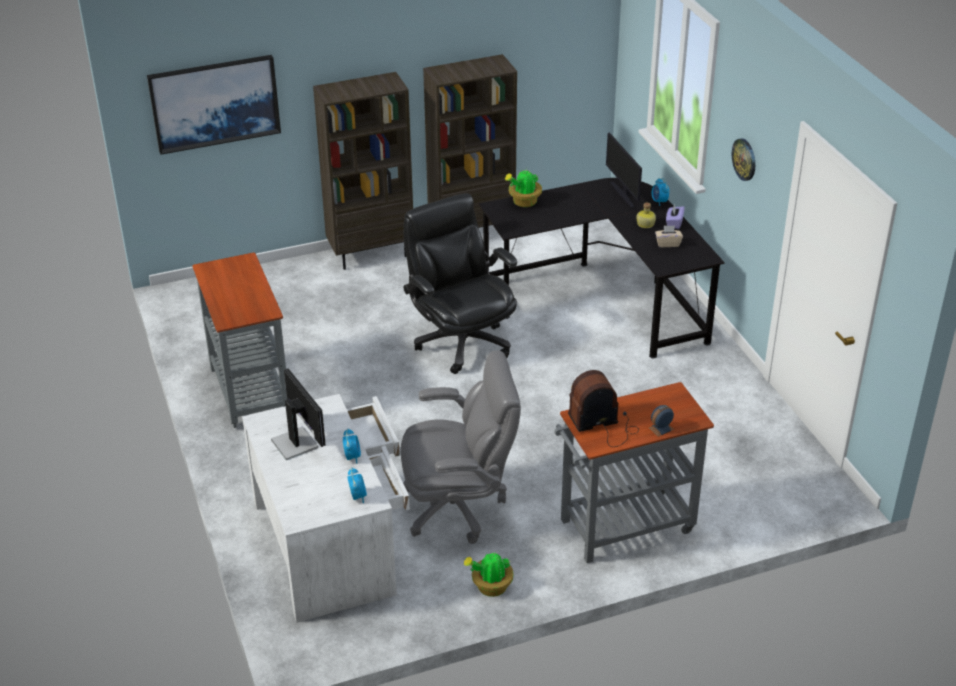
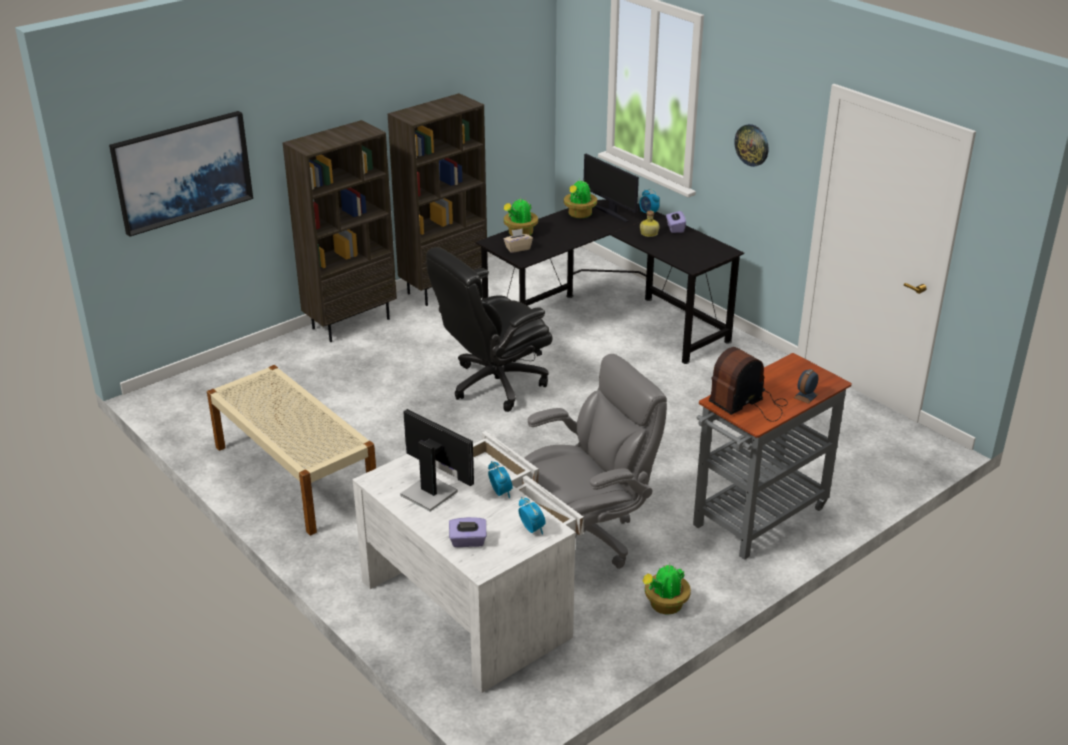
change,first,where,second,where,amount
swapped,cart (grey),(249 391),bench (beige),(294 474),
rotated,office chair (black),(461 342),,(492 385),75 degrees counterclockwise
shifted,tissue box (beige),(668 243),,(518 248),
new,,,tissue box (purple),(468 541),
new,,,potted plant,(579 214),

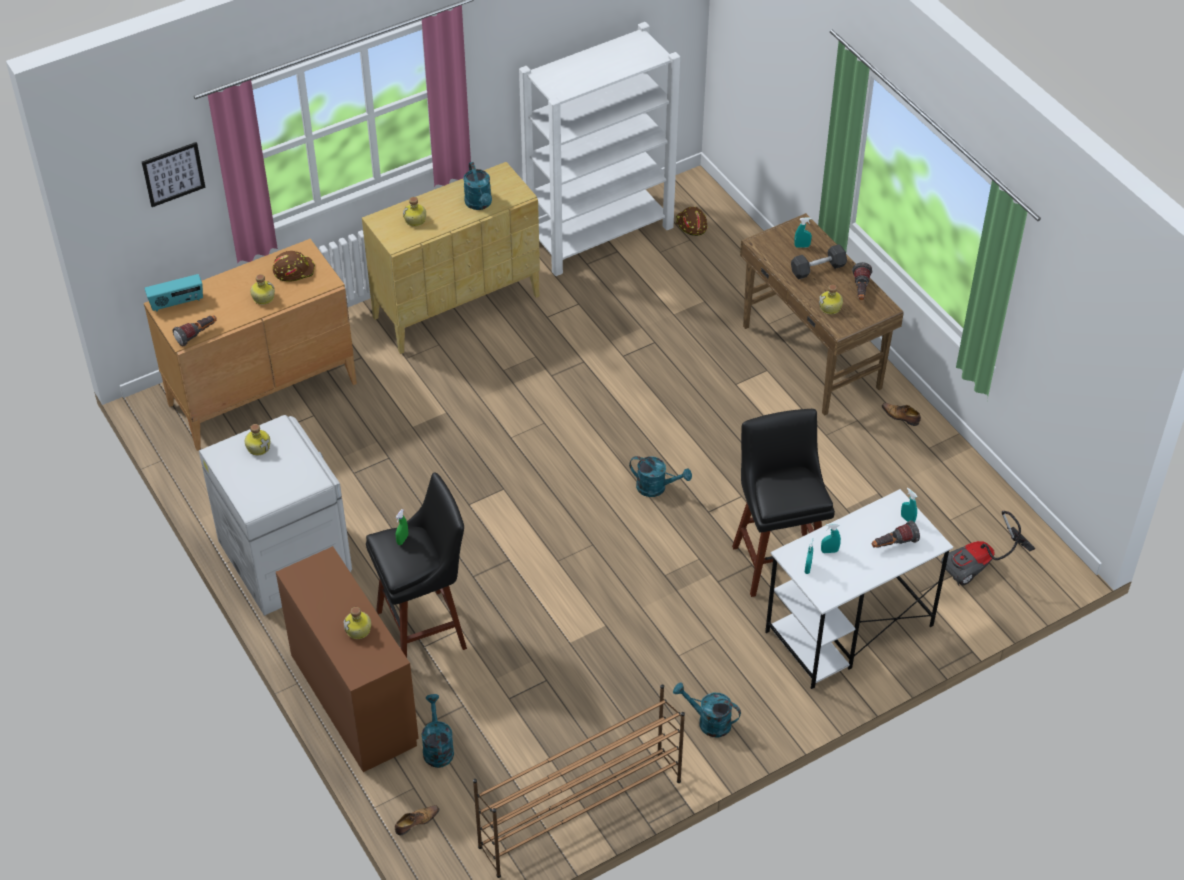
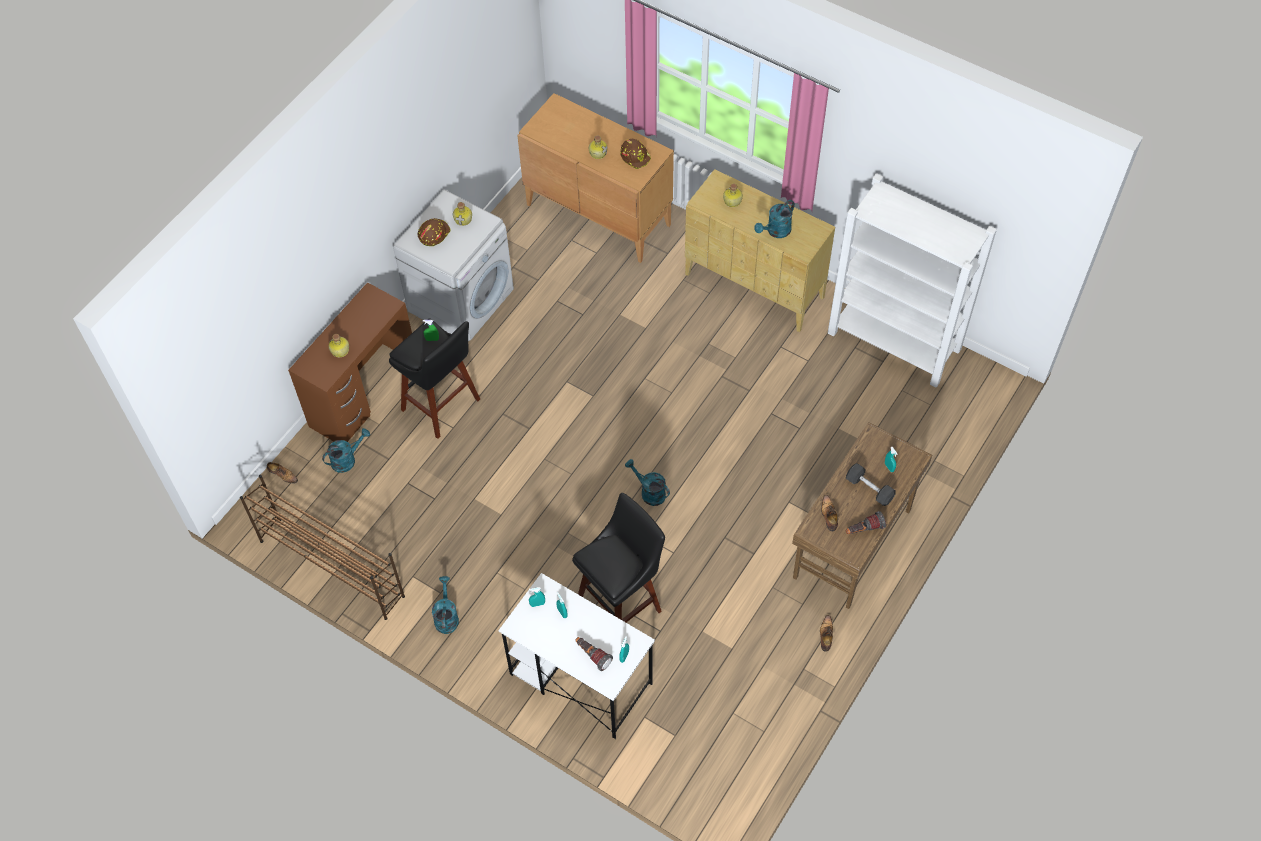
change,first,where,second,where,amount
gone,picture,(173 174),,,
gone,radio,(177 303),,,
gone,flashlight,(197 335),,,
rotated,watering can (turquoise),(656 488),,(649 492),135 degrees clockwise
shifted,hard hat (brown),(691 225),,(433 234),
swapped,bottle,(830 308),shoe,(829 515),
gone,vacuum cleaner,(982 565),,,

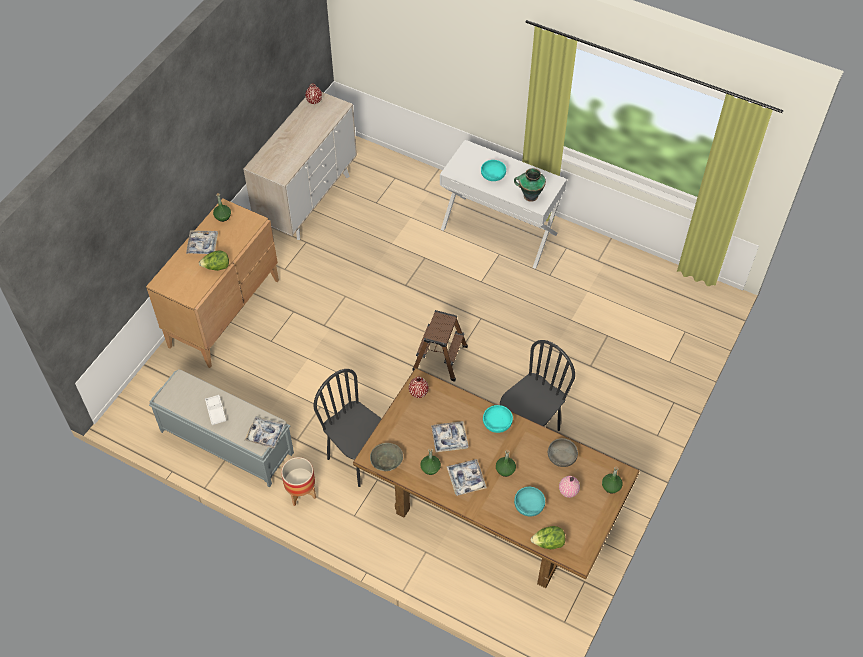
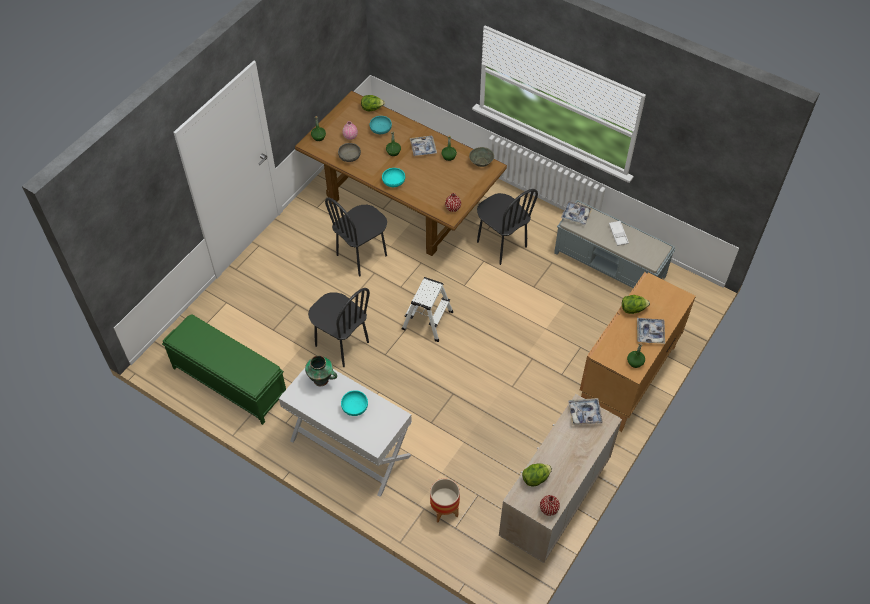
change,first,where,second,where,amount
shifted,planter,(301 492),,(444 509),
repainted,step ladder (brown),(440 358),step ladder (white),(427 320),
shifted,tray,(449 439),,(584 413),
new,,,bench (green),(229 381),
new,,,chair (black),(341 344),
new,,,lettuce,(535 478),

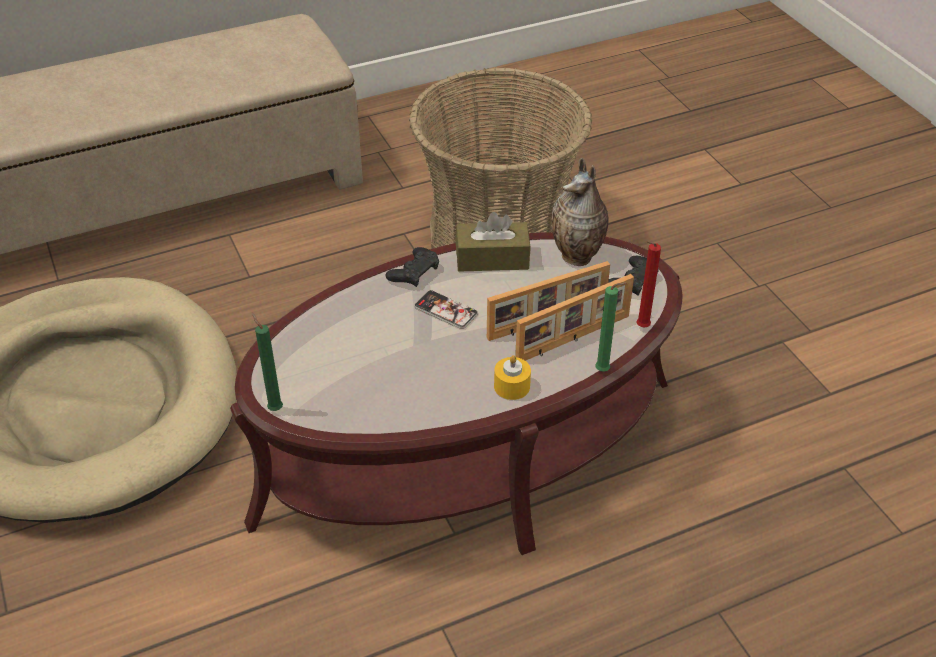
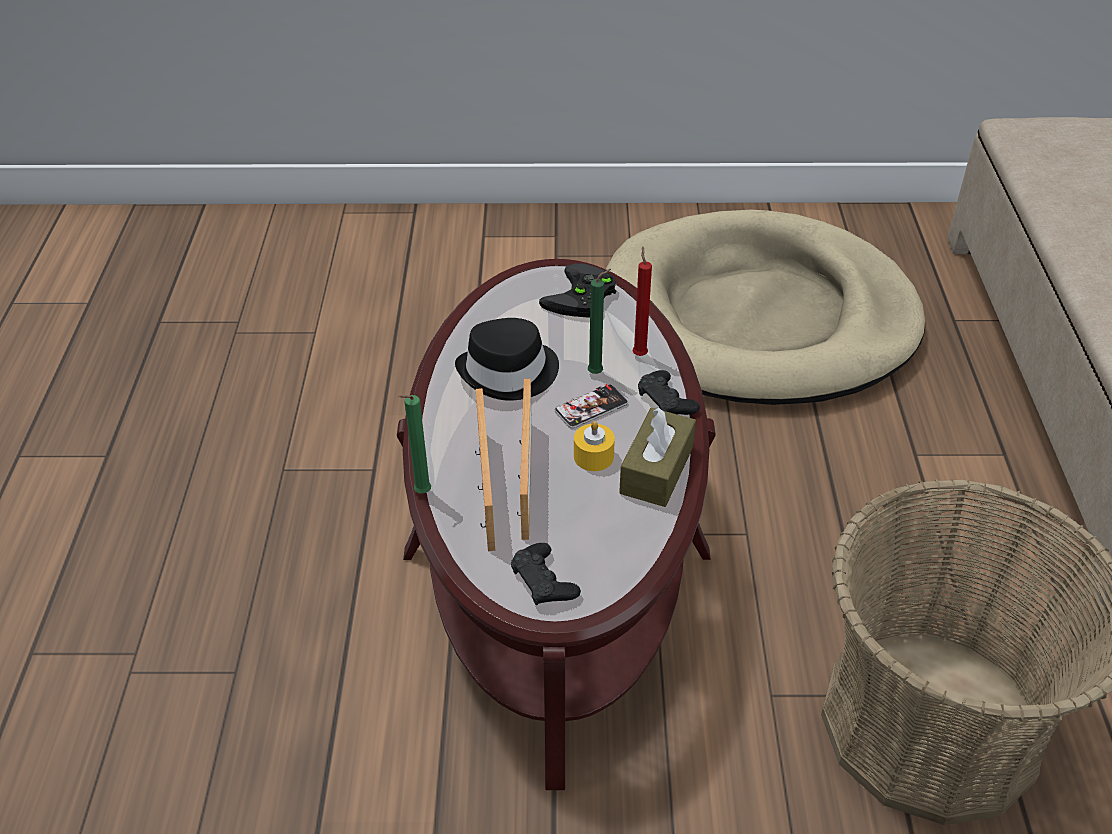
change,first,where,second,where,amount
shifted,candle (green),(274 408),,(597 373),
shifted,candle (yellow),(512 386),,(593 456),
gone,vase,(578 257),,,
shifted,candle (red),(640 327),,(639 354),
new,,,hat (black),(509 373),
new,,,game controller (black),(581 298),

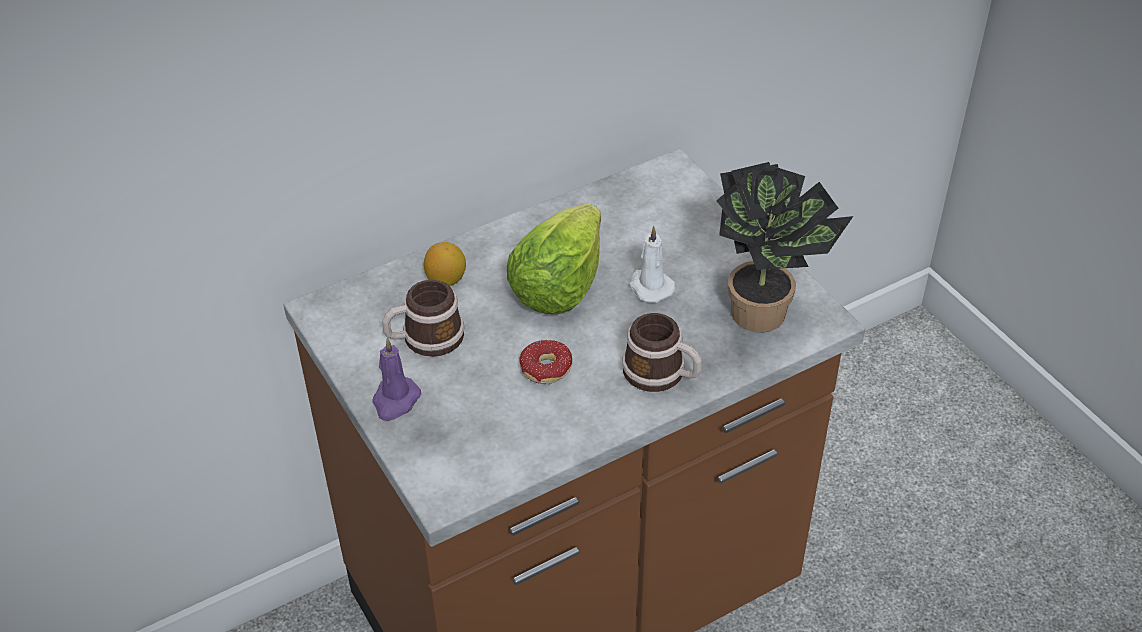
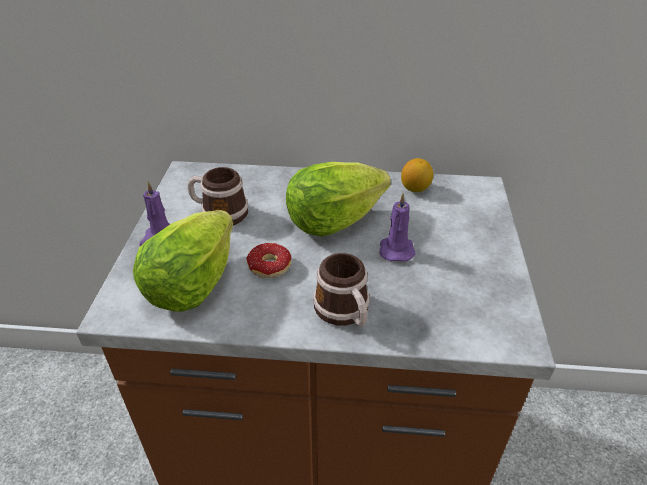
change,first,where,second,where,amount
shifted,lemon,(446 280),,(415 188),
repainted,candle (white),(649 286),candle (purple),(396 249),
gone,potted plant,(767 314),,,
new,,,lettuce,(192 284),

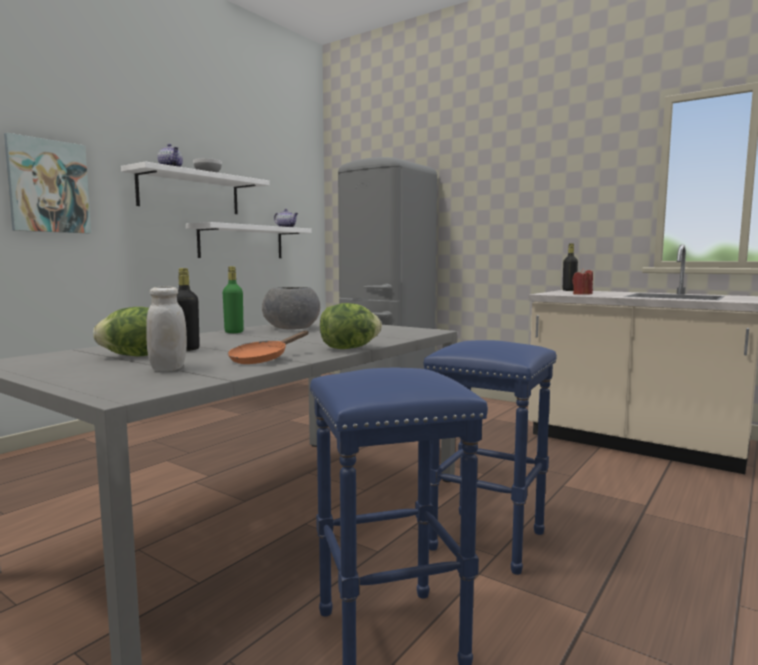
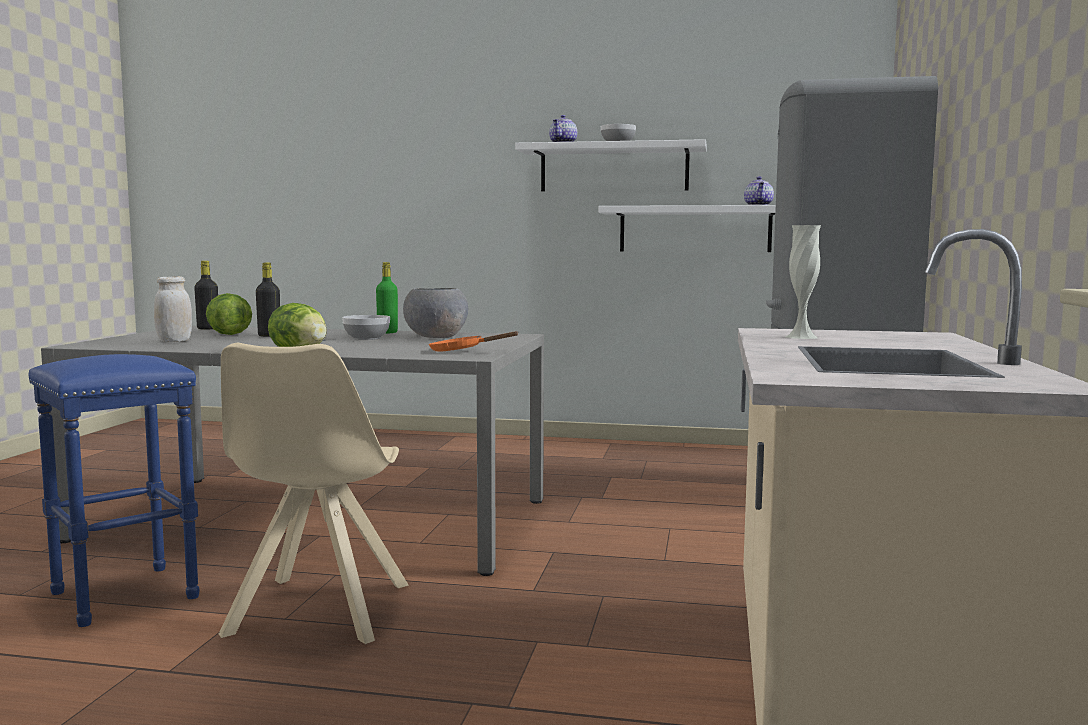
change,first,where,second,where,amount
gone,picture,(48 186),,,
shifted,frying pan (orange),(263 359),,(462 351),
swapped,stool (blue),(488 541),chair (beige),(317 612),
shifted,bottle (black),(569 290),,(208 328),
swapped,candle (red),(582 294),vase (white),(801 337),
new,,,bowl,(366 338),

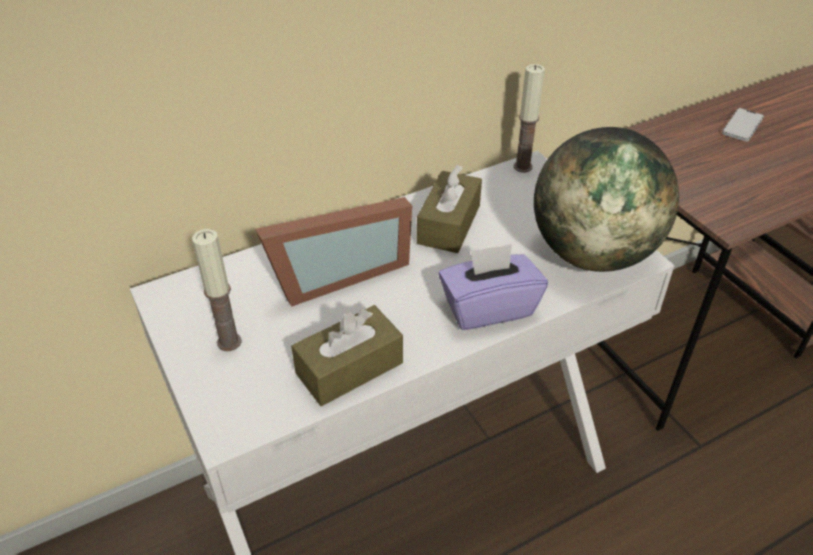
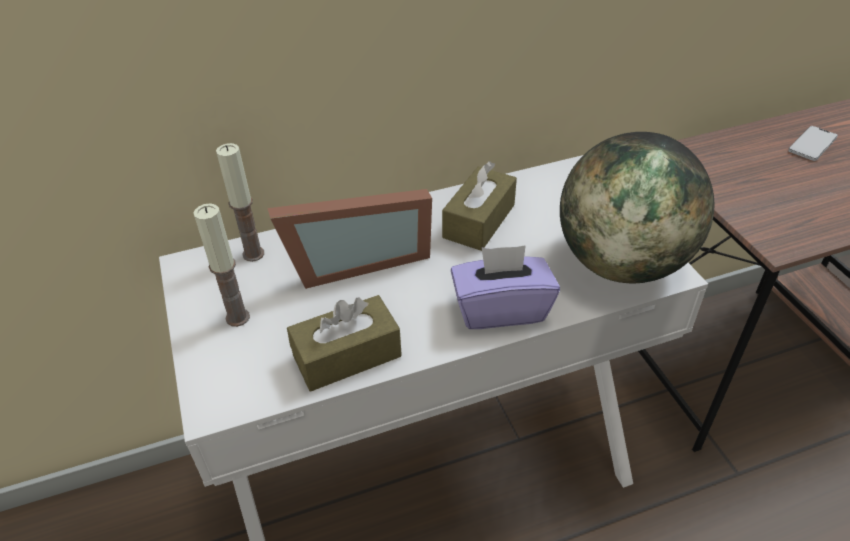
change,first,where,second,where,amount
shifted,candle,(522 167),,(253 254),

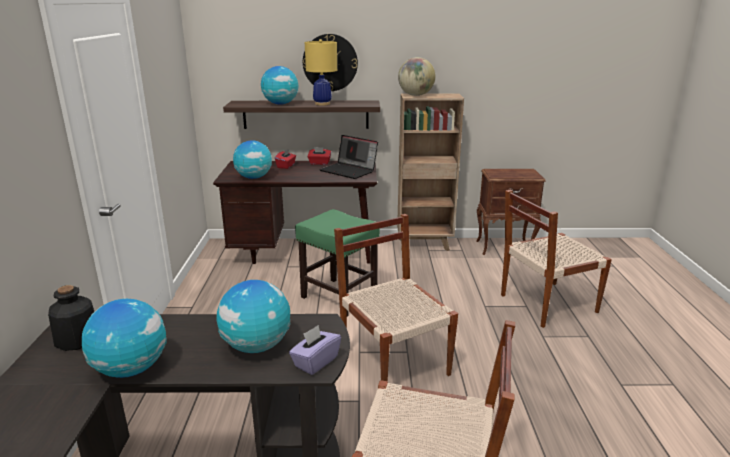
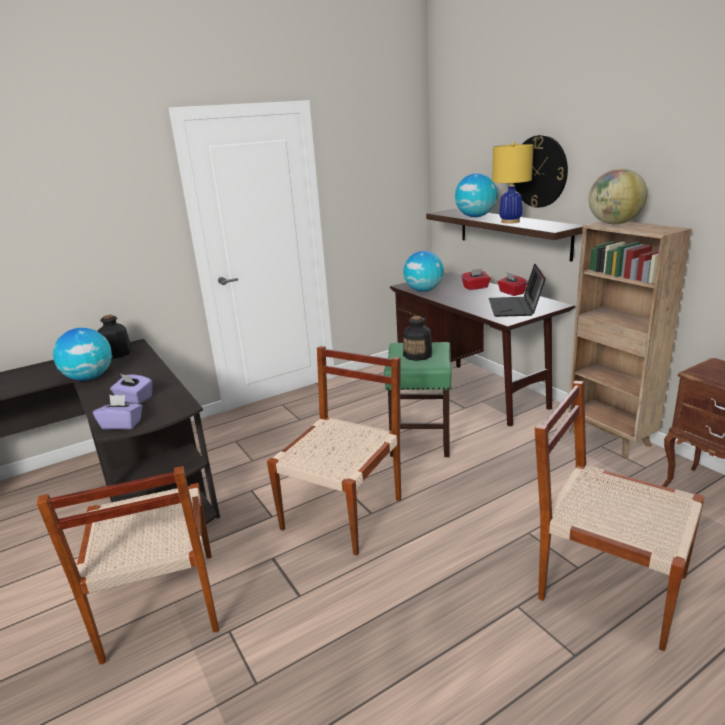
change,first,where,second,where,amount
swapped,globe,(257 346),tissue box (purple),(134 399),
new,,,bottle,(418 355),

